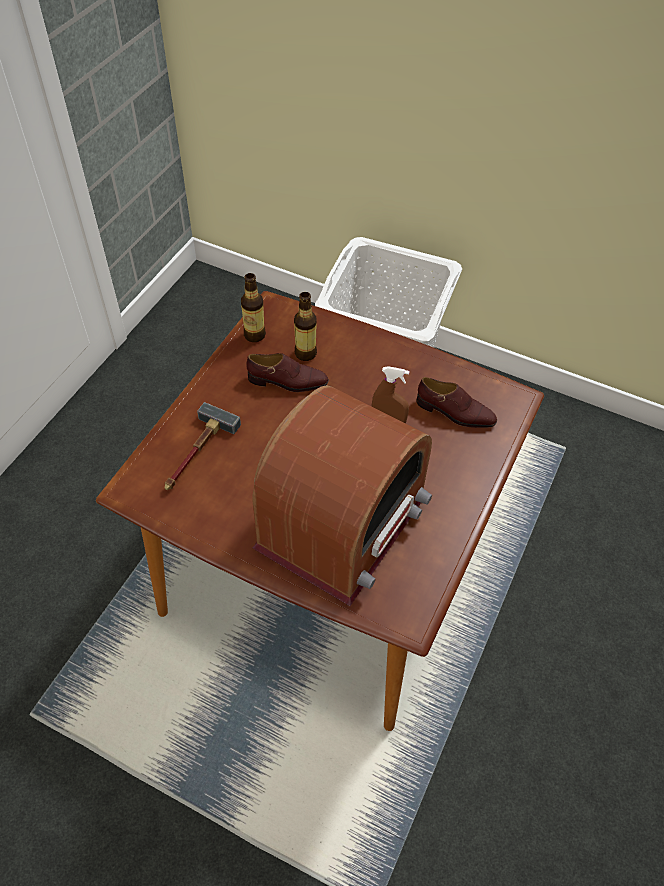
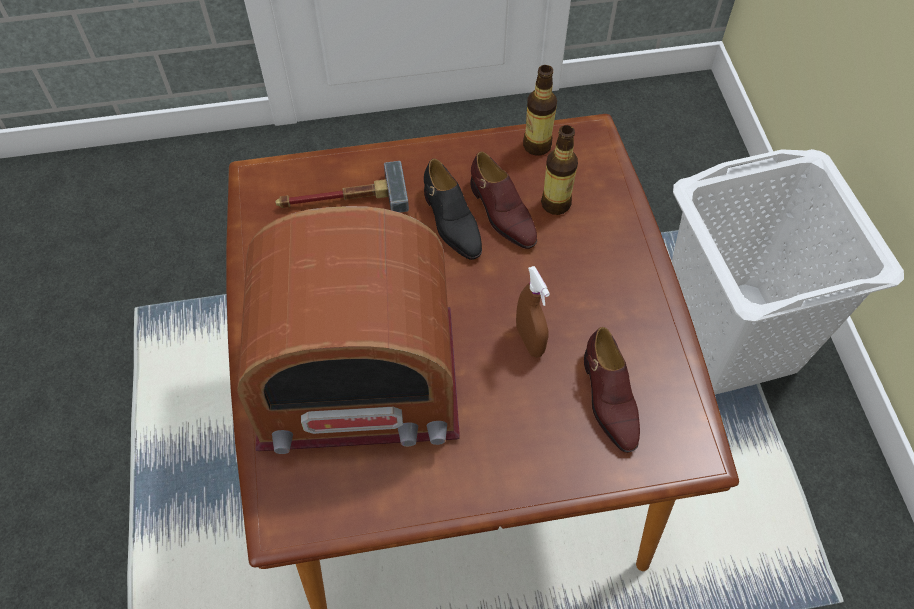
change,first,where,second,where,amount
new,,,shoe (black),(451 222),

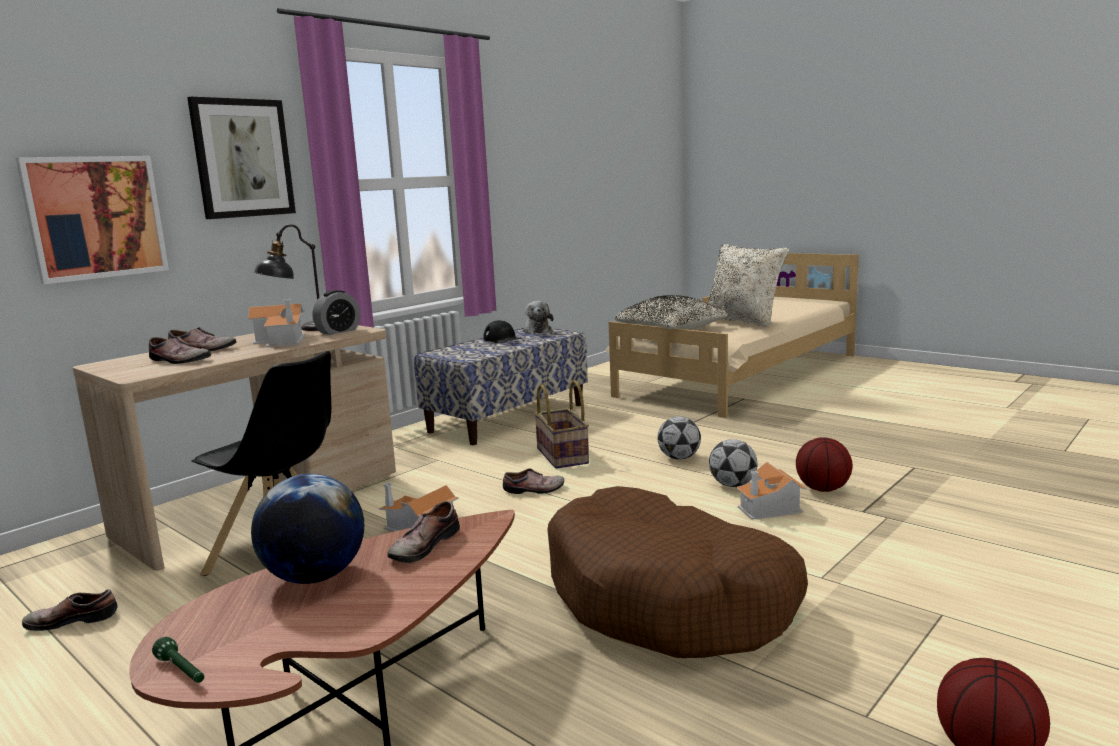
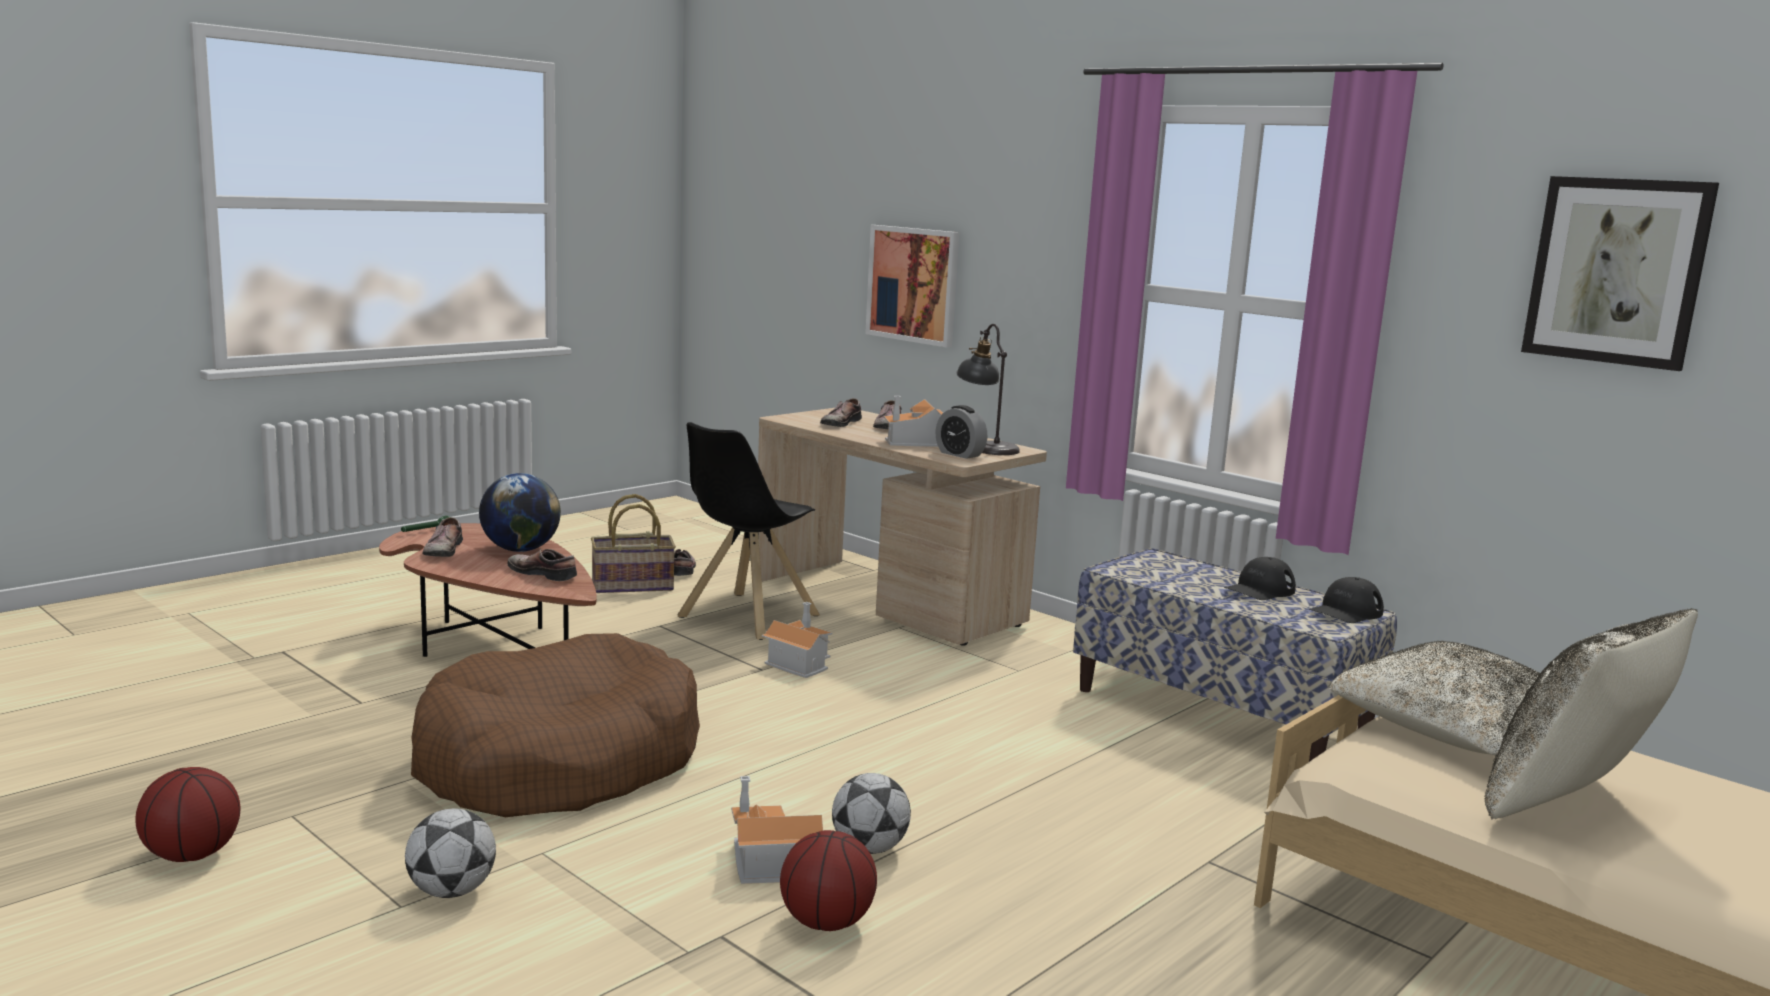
change,first,where,second,where,amount
shifted,picture,(242 158),,(1616 271),
shifted,shoe,(534 490),,(442 550),
swapped,plush toy,(537 330),cap (black),(1346 612),
shifted,basket,(563 456),,(632 586),
shifted,football,(679 458),,(452 891),

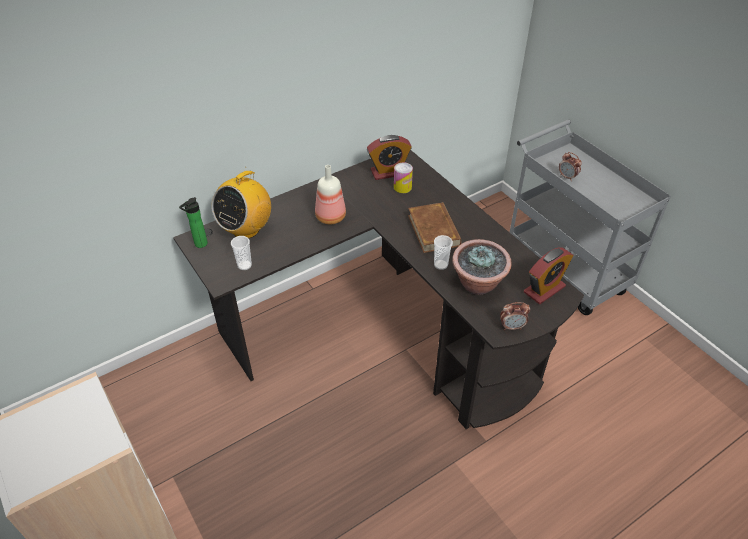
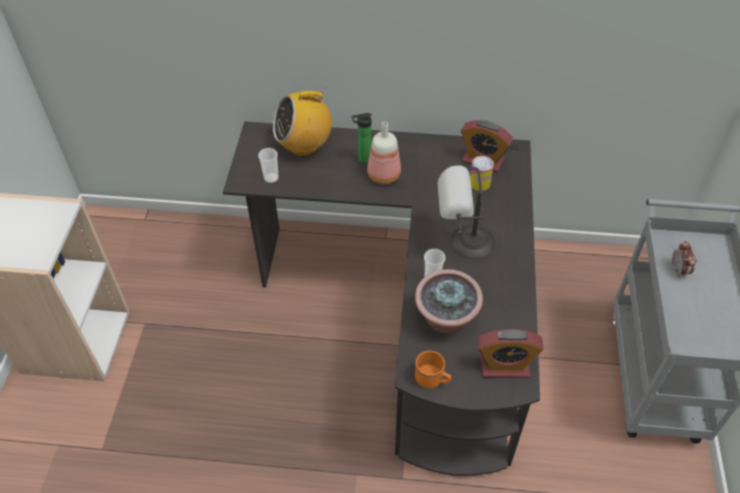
change,first,where,second,where,amount
shifted,bottle,(199 245),,(362 159),
swapped,book (brown),(434 230),table lamp,(463 242),
swapped,alarm clock,(512 327),mug (orange),(432 380),

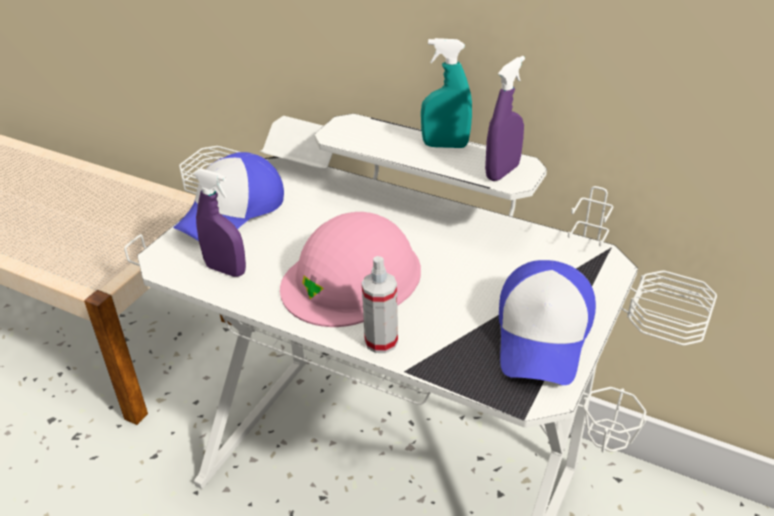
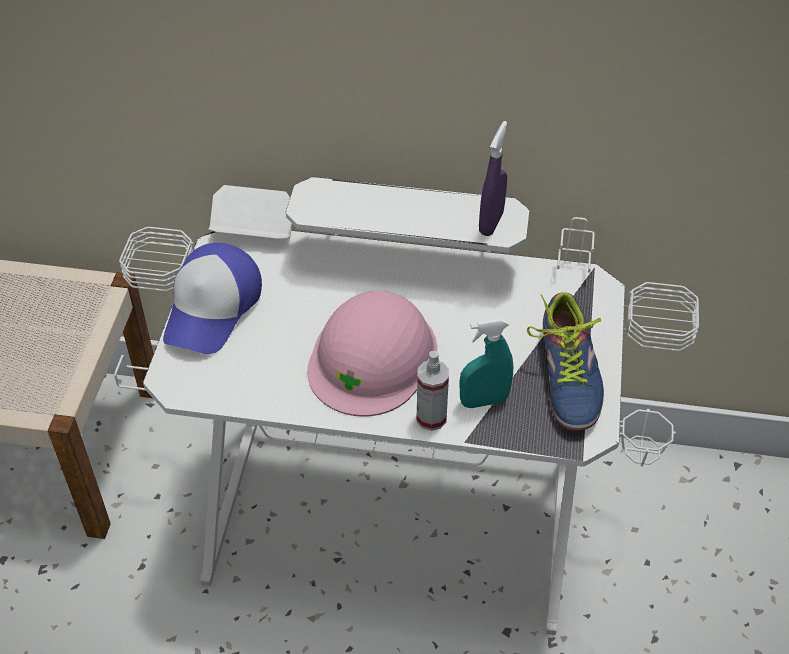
change,first,where,second,where,amount
gone,spray bottle (purple),(226 270),,,
shifted,spray bottle (turquoise),(445 145),,(484 401),
swapped,cap,(543 335),shoe,(569 375),

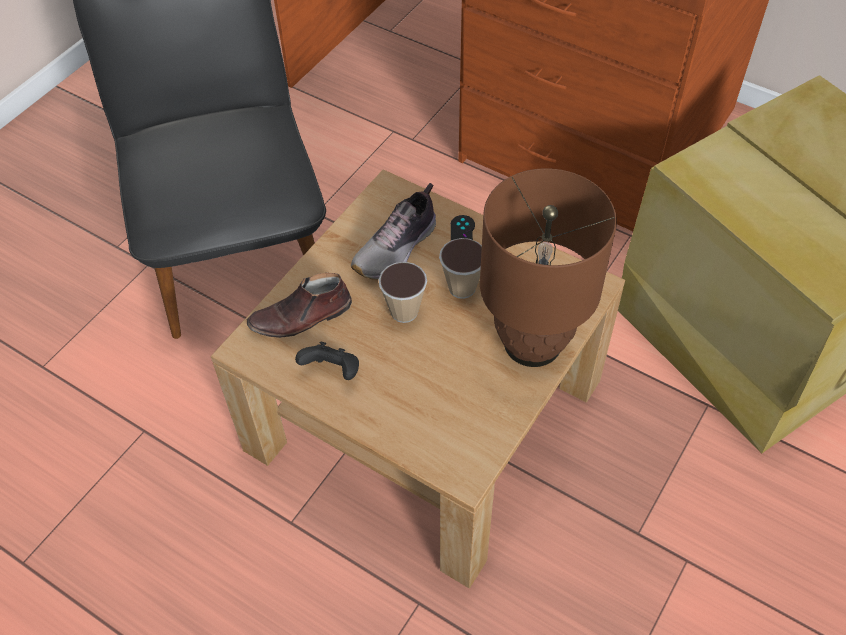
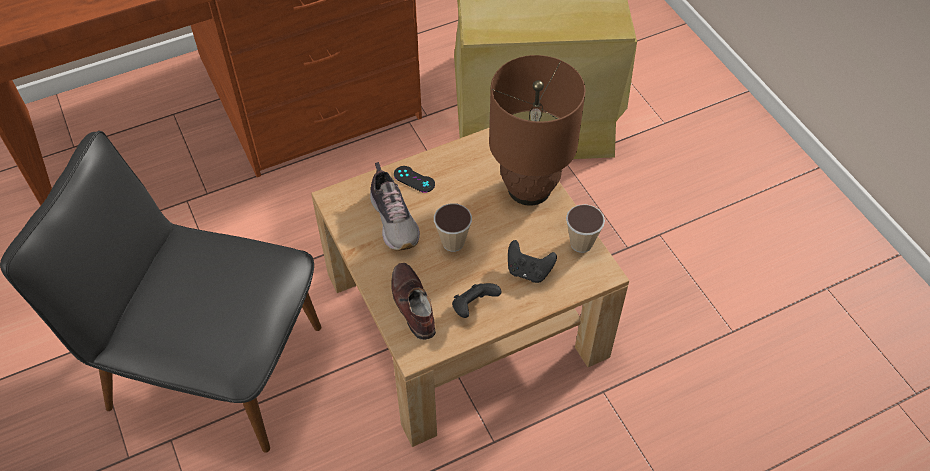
change,first,where,second,where,amount
rotated,shoe (brown),(301 317),,(412 304),150 degrees clockwise
shifted,cup,(462 288),,(581 243),
new,,,game controller (black),(528 271),

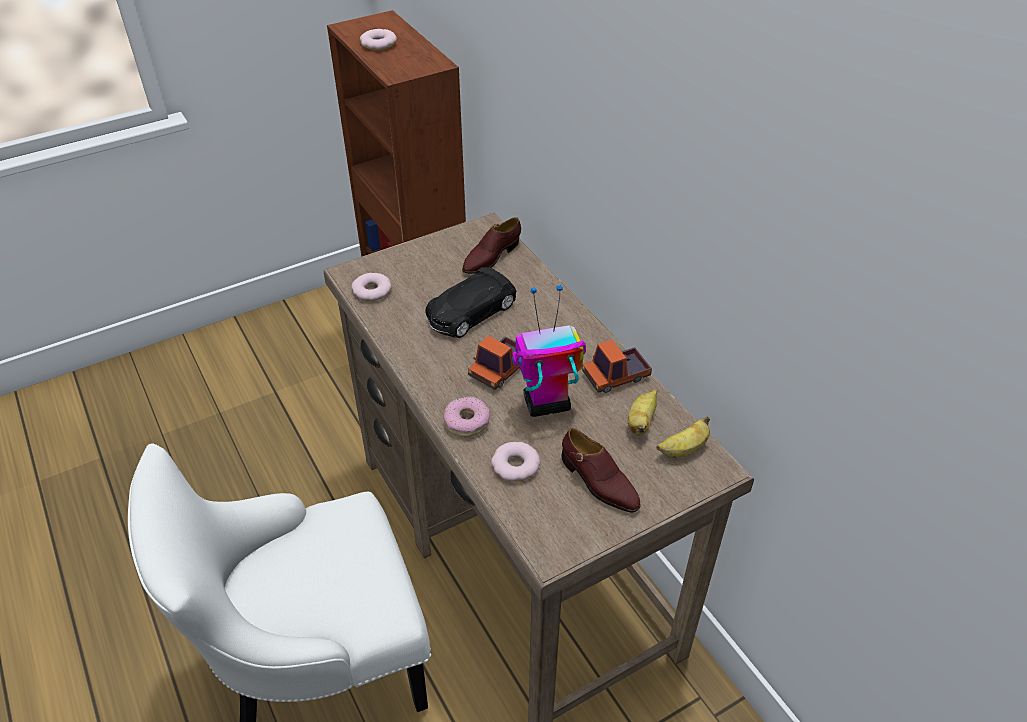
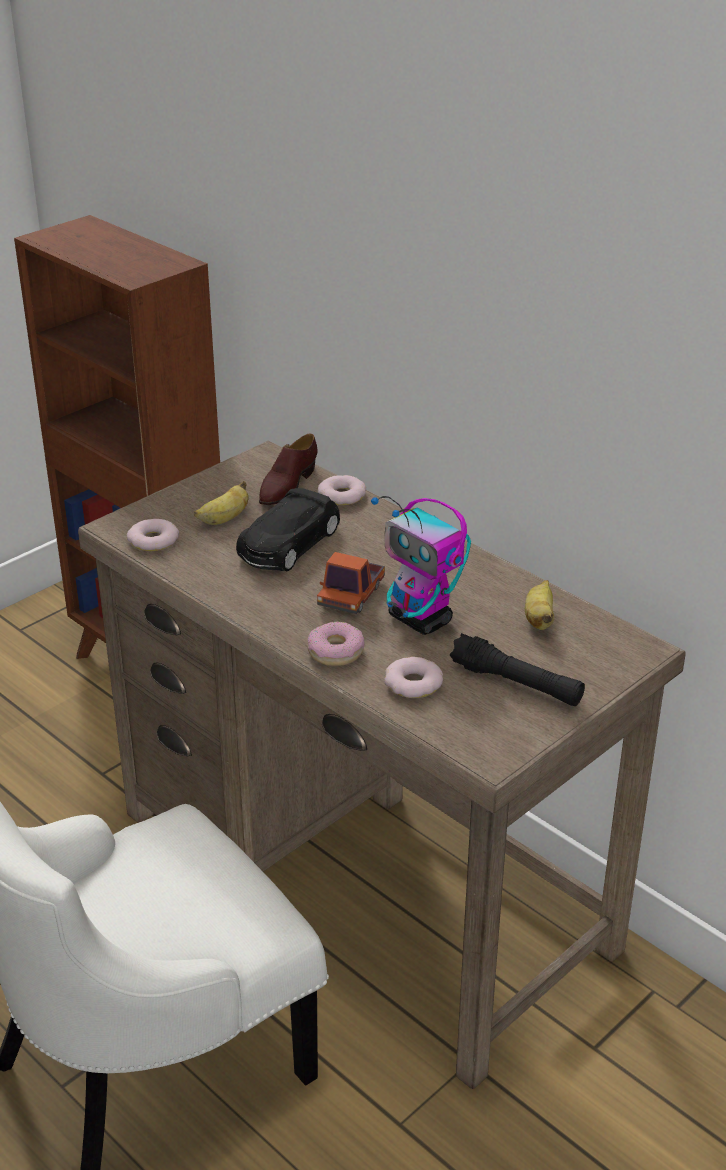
change,first,where,second,where,amount
shifted,donut,(378 44),,(342 495),
rotated,toy robot,(545 404),,(421 620),105 degrees counterclockwise
swapped,shoe (brown),(598 482),flashlight (black),(516 683),
gone,toy truck,(616 376),,,
shifted,banana,(683 450),,(224 519),

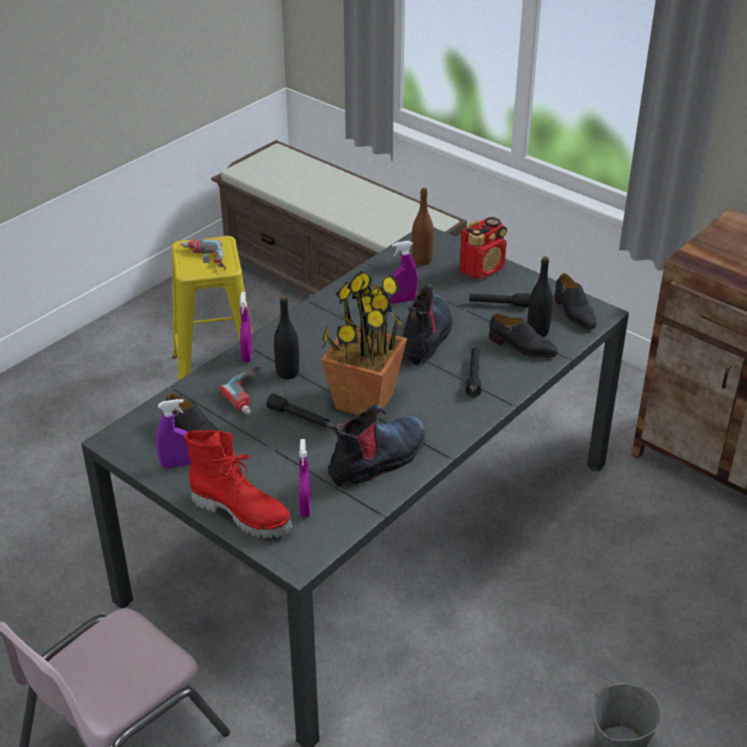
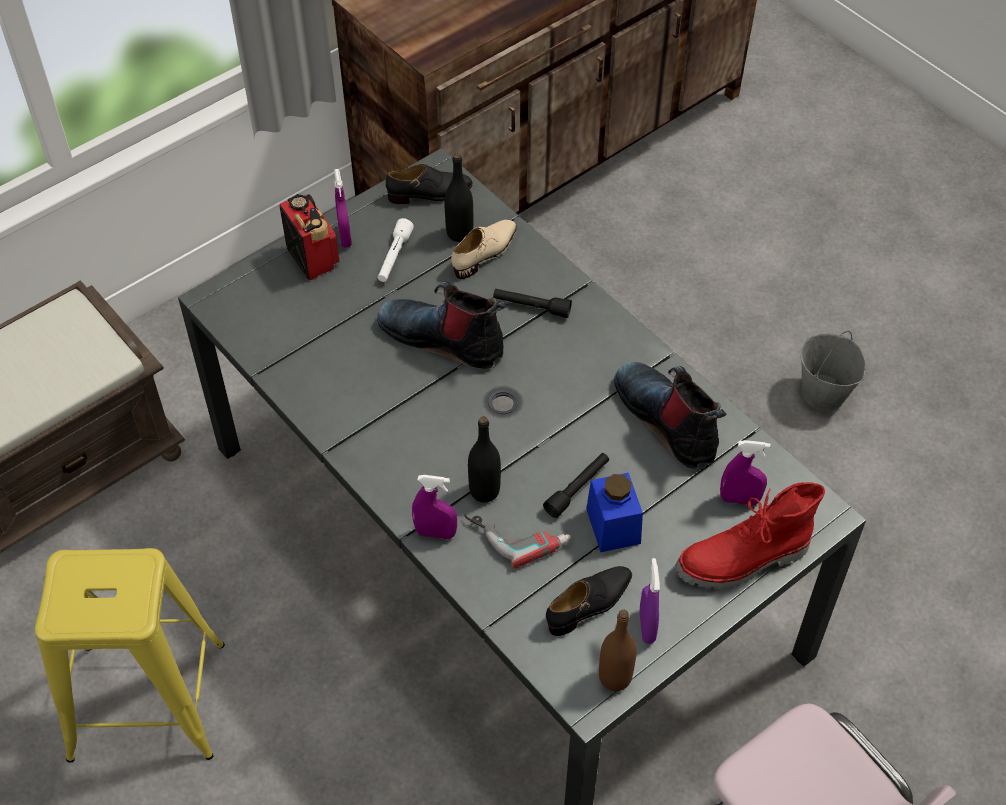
change,first,where,second,where,amount
gone,power drill,(203 259),,,
rotated,boot (red),(242 513),,(743 562),150 degrees counterclockwise
gone,potted plant,(363 401),,,
shifted,spray bottle (purple),(402 300),,(345 237),
shifted,bottle (brown),(422 260),,(615 677),
repainted,flashlight (black),(498 304),flashlight (white),(394 257),
repainted,shoe (black),(522 347),shoe (beige),(485 253),
new,,,jar (blue),(613 526),

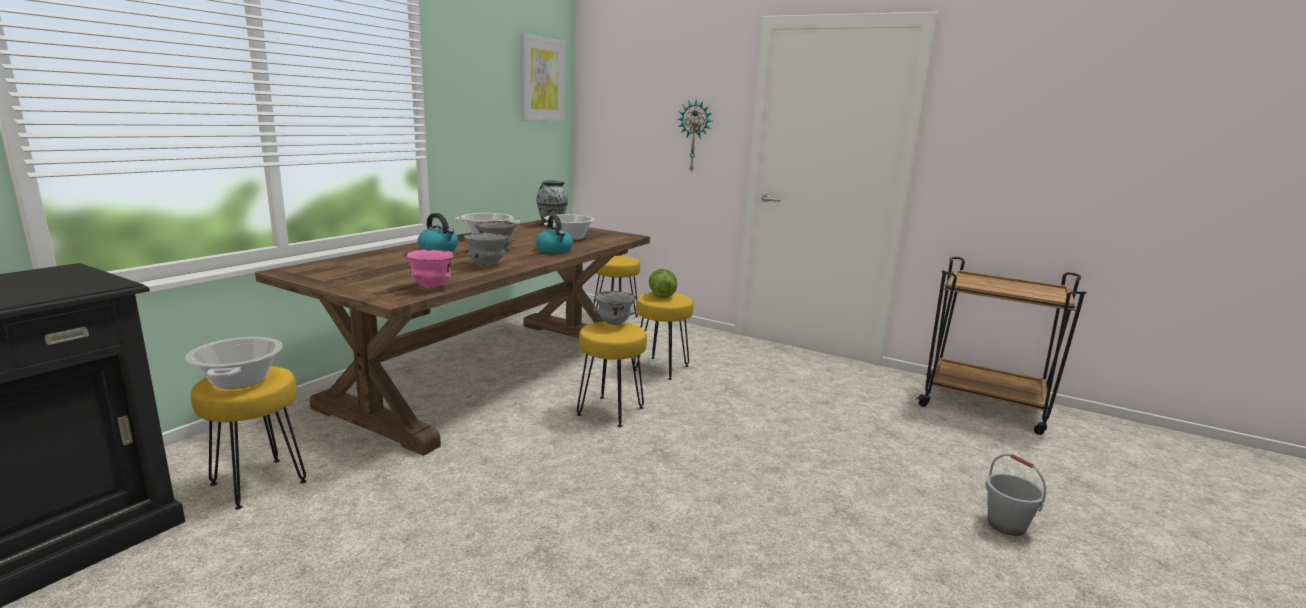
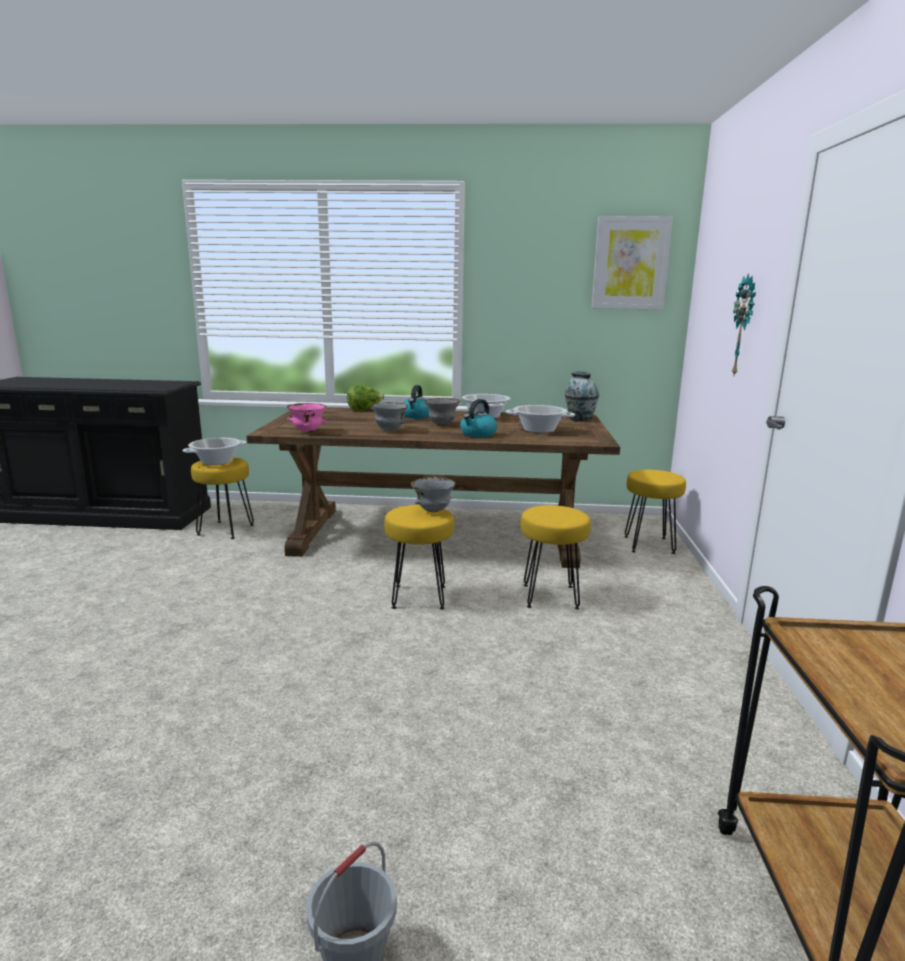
change,first,where,second,where,amount
shifted,lettuce,(661 296),,(364 410),

